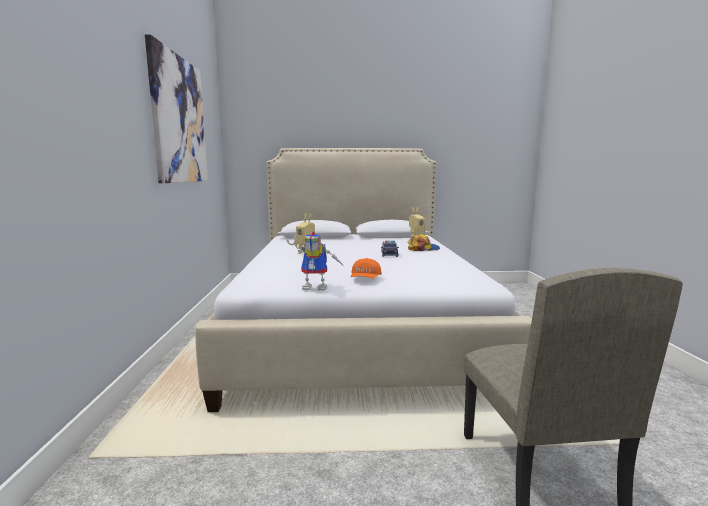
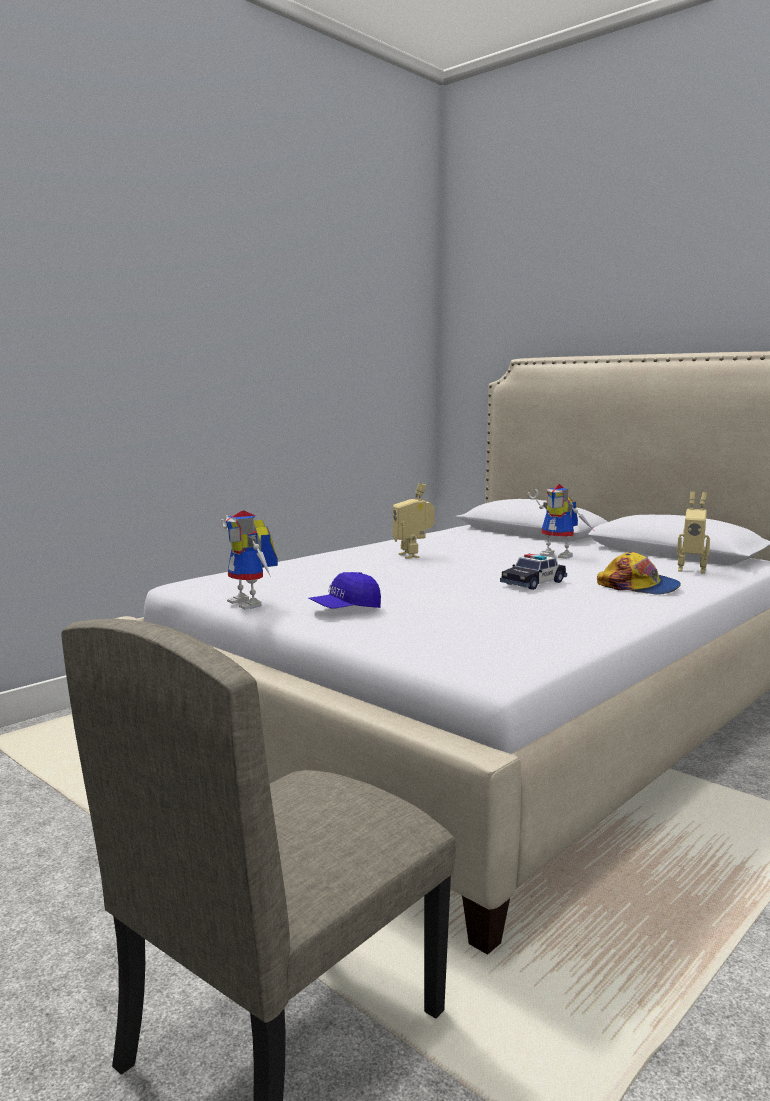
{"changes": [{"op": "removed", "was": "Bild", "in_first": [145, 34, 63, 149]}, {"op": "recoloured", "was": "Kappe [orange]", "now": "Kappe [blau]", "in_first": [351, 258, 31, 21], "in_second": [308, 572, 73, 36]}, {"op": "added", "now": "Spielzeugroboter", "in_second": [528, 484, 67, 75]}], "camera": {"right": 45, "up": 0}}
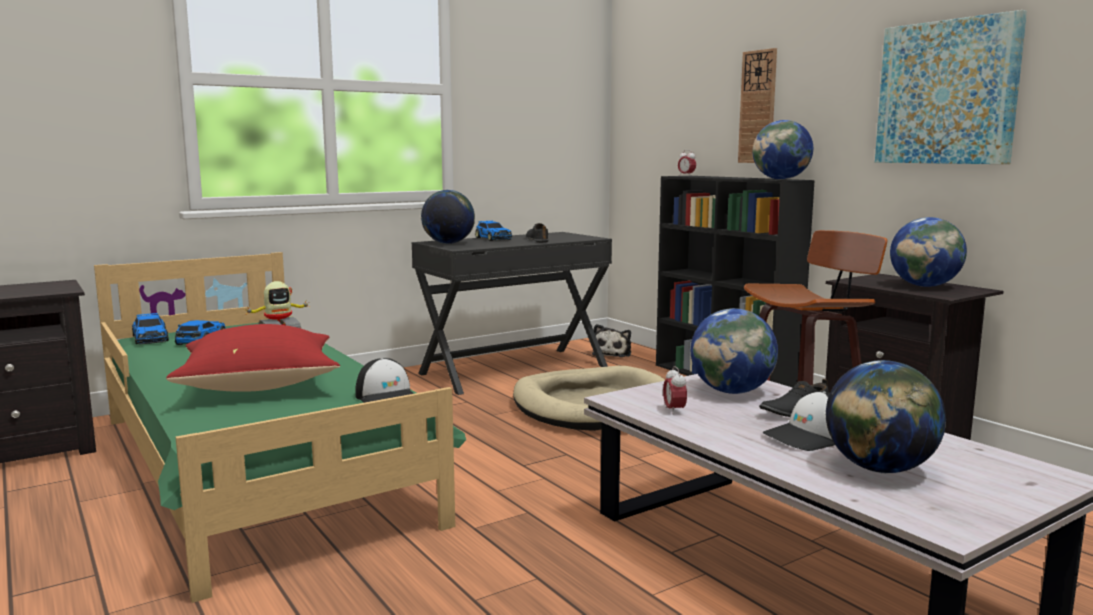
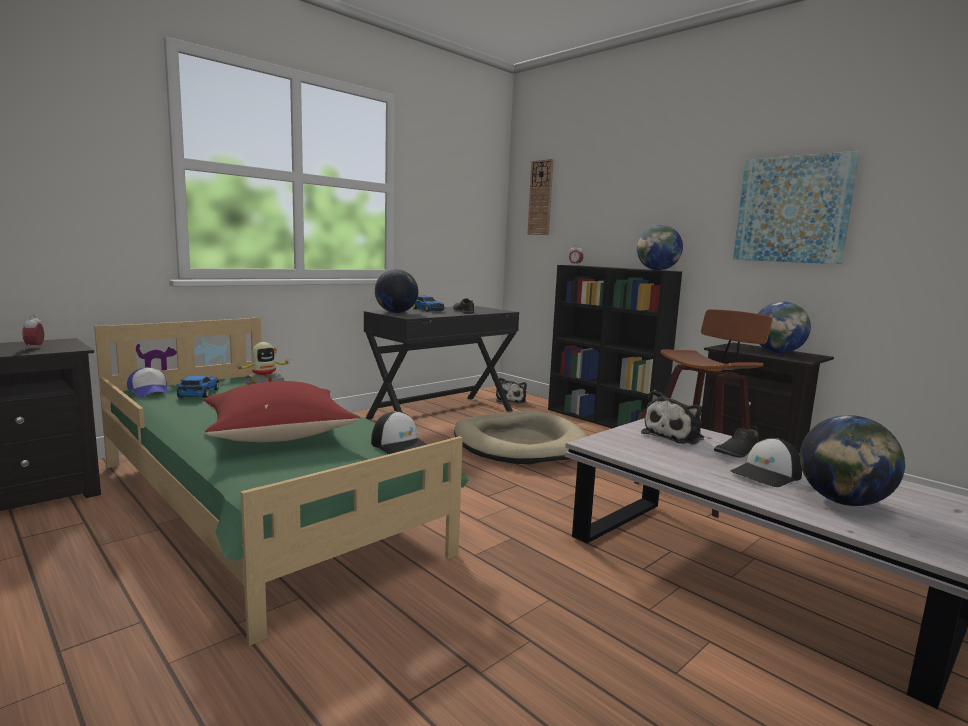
{"changes": [{"op": "moved", "was": "Wanduhr", "in_first": [738, 48, 39, 115], "in_second": [527, 159, 27, 76]}, {"op": "replaced", "was": "Globus", "now": "Plüschtier", "in_first": [691, 308, 87, 86], "in_second": [641, 390, 63, 55]}, {"op": "replaced", "was": "Spielzeugauto", "now": "Kappe", "in_first": [132, 313, 37, 31], "in_second": [127, 367, 41, 30]}, {"op": "moved", "was": "Wecker", "in_first": [663, 366, 24, 49], "in_second": [22, 315, 22, 34]}], "camera": {"right": -10, "up": 0}}
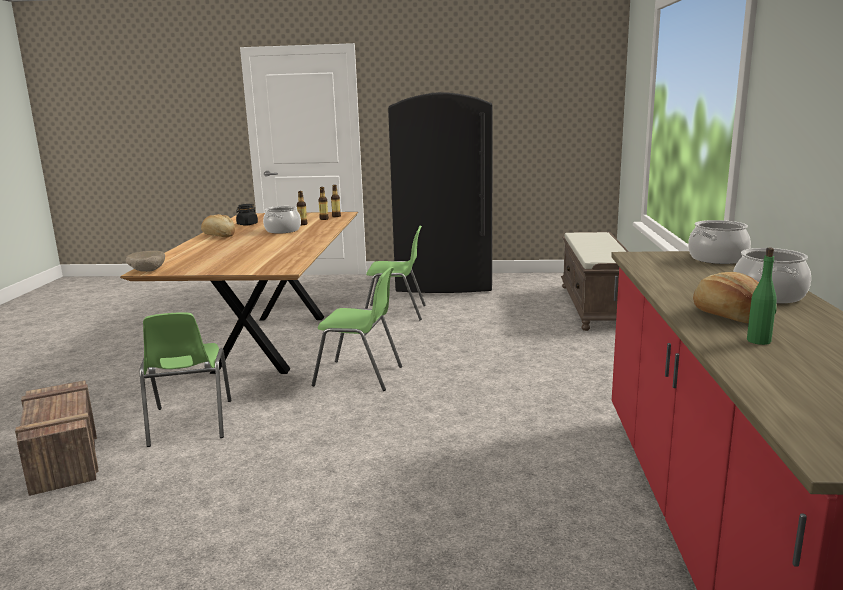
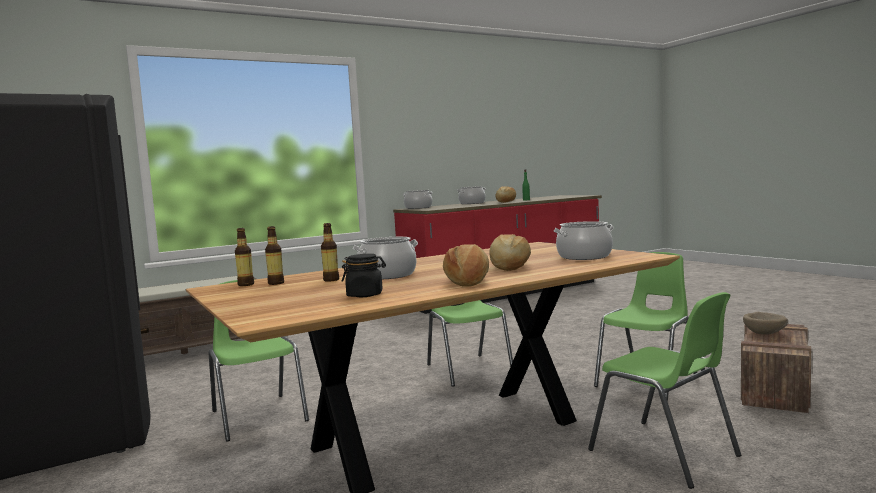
{"changes": [{"op": "moved", "was": "Schüssel [beige]", "in_first": [126, 251, 39, 21], "in_second": [743, 312, 45, 23]}, {"op": "added", "now": "Kochtopf", "in_second": [553, 221, 61, 39]}, {"op": "added", "now": "Brot", "in_second": [489, 234, 42, 37]}, {"op": "added", "now": "Stuhl [grün]", "in_second": [588, 292, 153, 197]}], "camera": {"right": -125, "up": -10}}
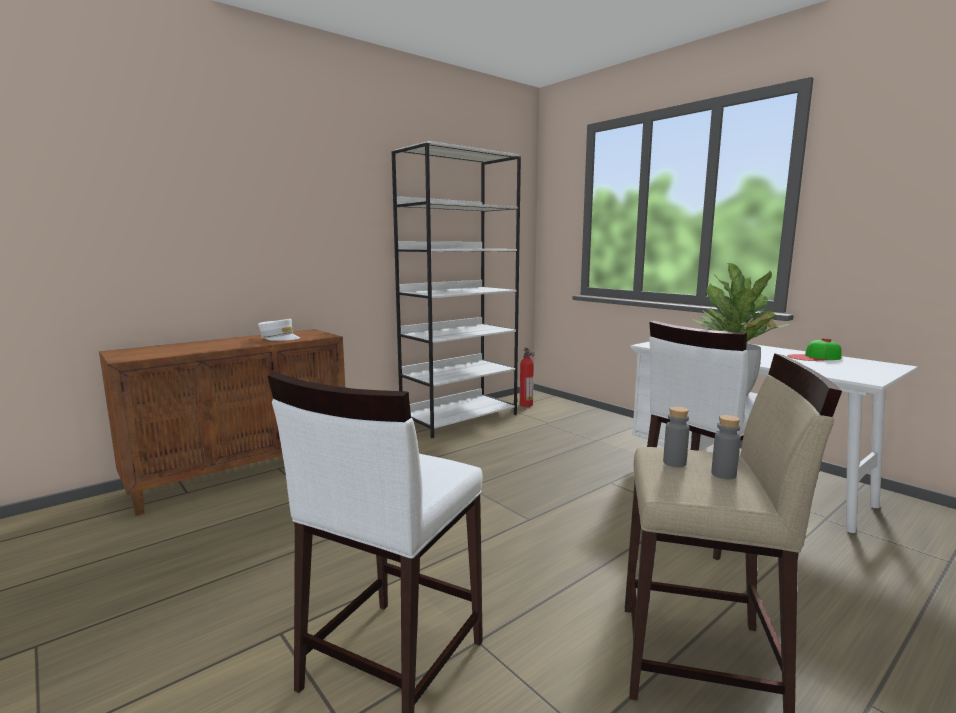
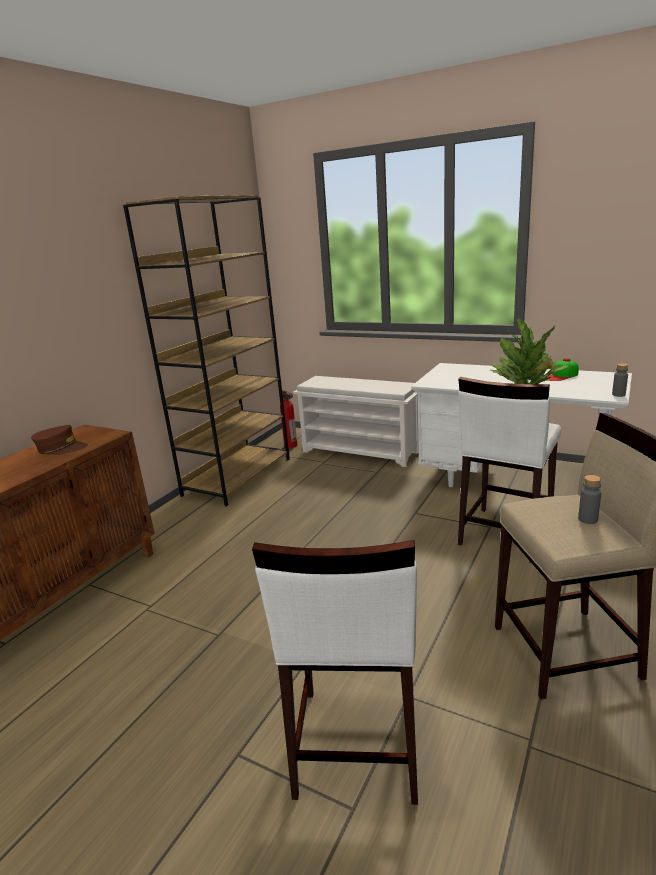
{"changes": [{"op": "recoloured", "was": "Bücherregal [weiß]", "now": "Bücherregal [braun]", "in_first": [392, 141, 129, 297], "in_second": [123, 195, 167, 311]}, {"op": "recoloured", "was": "Kappe [weiß]", "now": "Kappe [braun]", "in_first": [258, 319, 42, 22], "in_second": [31, 425, 57, 30]}, {"op": "moved", "was": "Flasche [grau]", "in_first": [663, 406, 26, 61], "in_second": [612, 363, 16, 34]}, {"op": "added", "now": "Schuhregal [weiß]", "in_second": [293, 376, 126, 91]}], "camera": {"right": -20, "up": 10}}
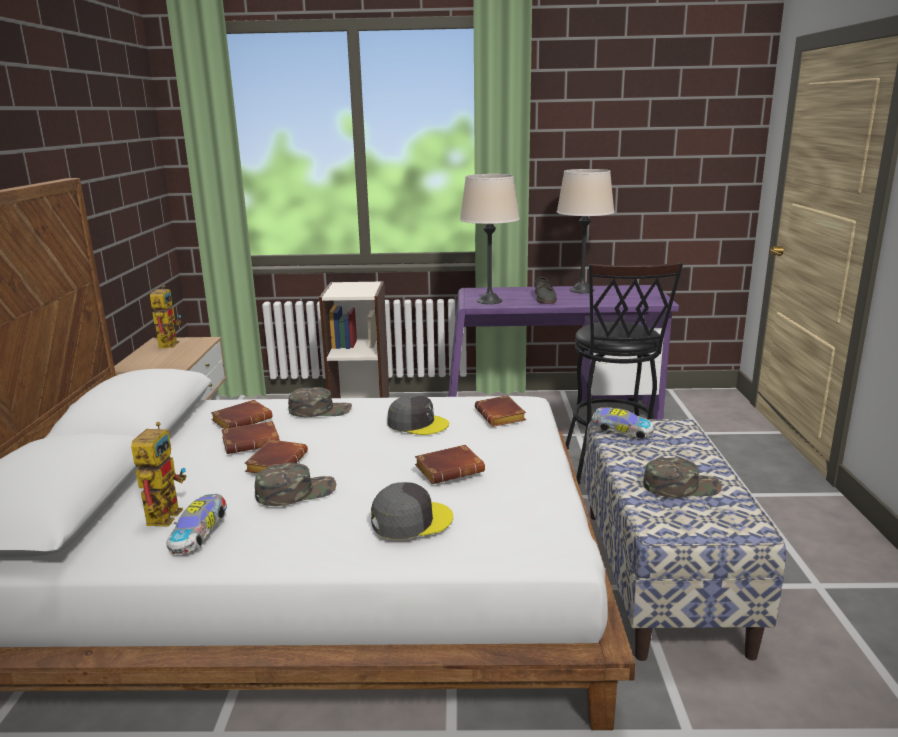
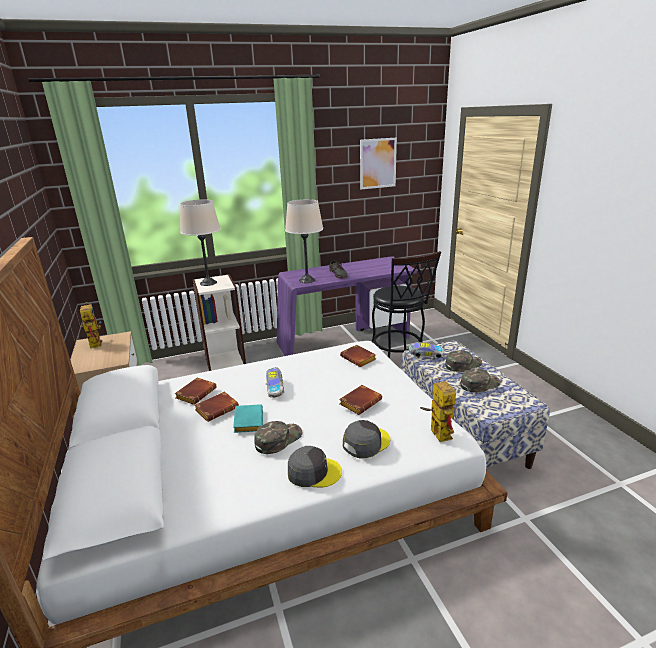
{"changes": [{"op": "moved", "was": "Tischlampe [beige]", "in_first": [557, 169, 58, 124], "in_second": [180, 200, 41, 86]}, {"op": "moved", "was": "Kappe [grün]", "in_first": [288, 387, 64, 30], "in_second": [445, 350, 37, 22]}, {"op": "moved", "was": "Kappe [grau]", "in_first": [388, 394, 61, 41], "in_second": [288, 446, 54, 41]}, {"op": "moved", "was": "Spielzeugroboter", "in_first": [131, 422, 56, 104], "in_second": [420, 377, 36, 65]}, {"op": "recoloured", "was": "Buch [braun]", "now": "Buch [türkis]", "in_first": [244, 439, 64, 35], "in_second": [233, 404, 30, 29]}, {"op": "moved", "was": "Spielzeugauto", "in_first": [166, 494, 61, 60], "in_second": [266, 367, 18, 31]}, {"op": "added", "now": "Bild", "in_second": [360, 138, 37, 51]}], "camera": {"right": -20, "up": 5}}
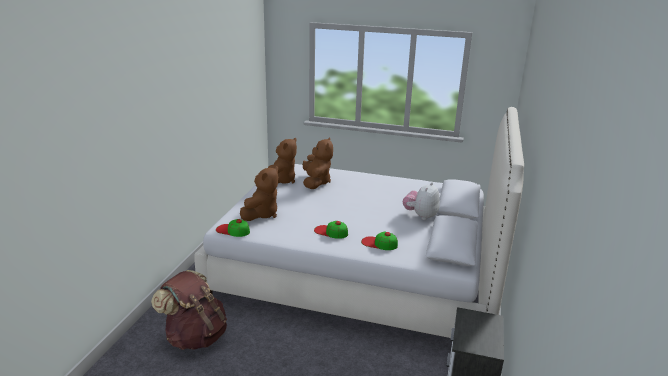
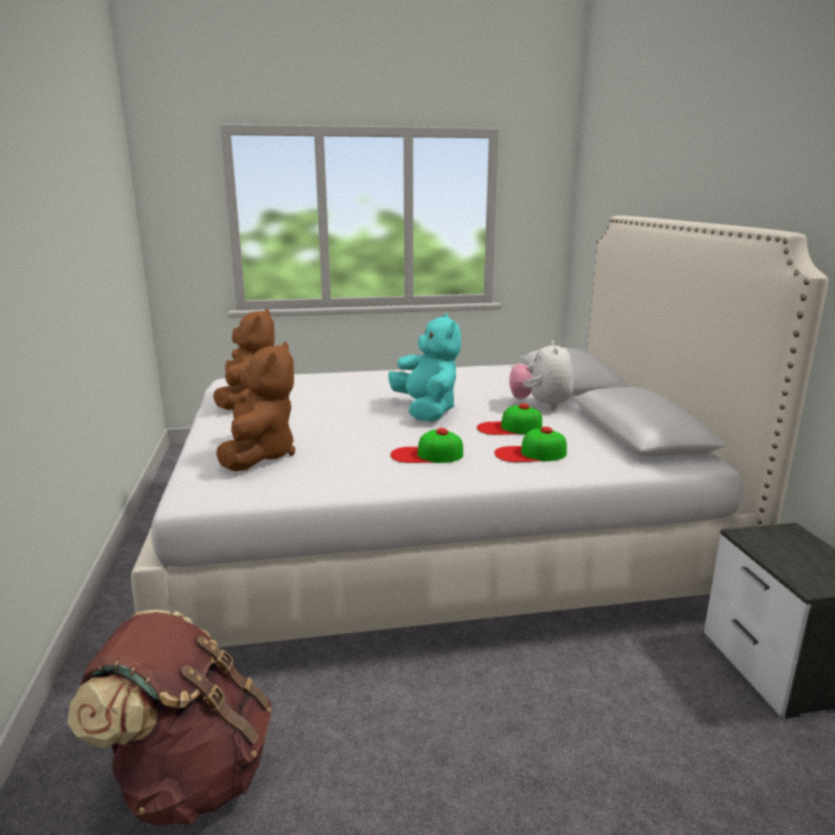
{"changes": [{"op": "removed", "was": "Plüschtier [braun]", "in_first": [303, 137, 30, 52]}, {"op": "moved", "was": "Kappe", "in_first": [216, 219, 34, 18], "in_second": [477, 403, 65, 32]}, {"op": "added", "now": "Plüschtier [türkis]", "in_second": [388, 313, 73, 109]}], "camera": {"right": -25, "up": -5}}
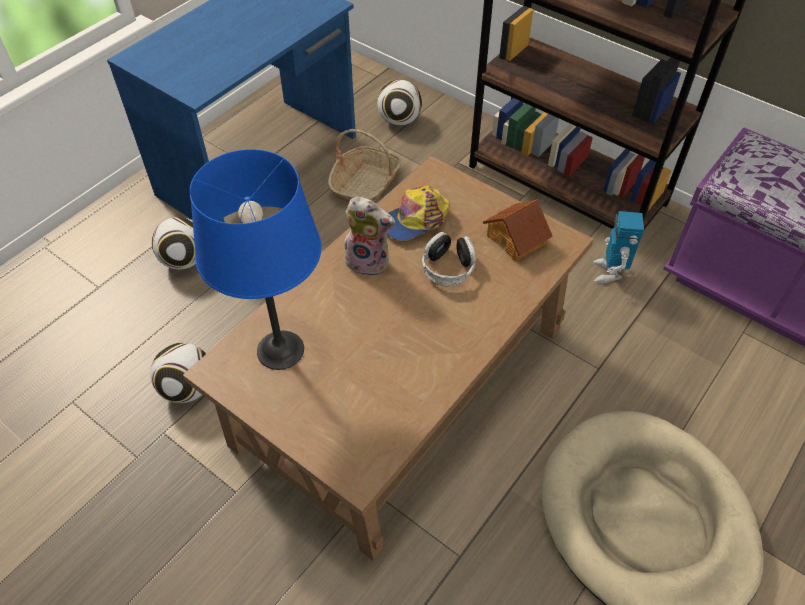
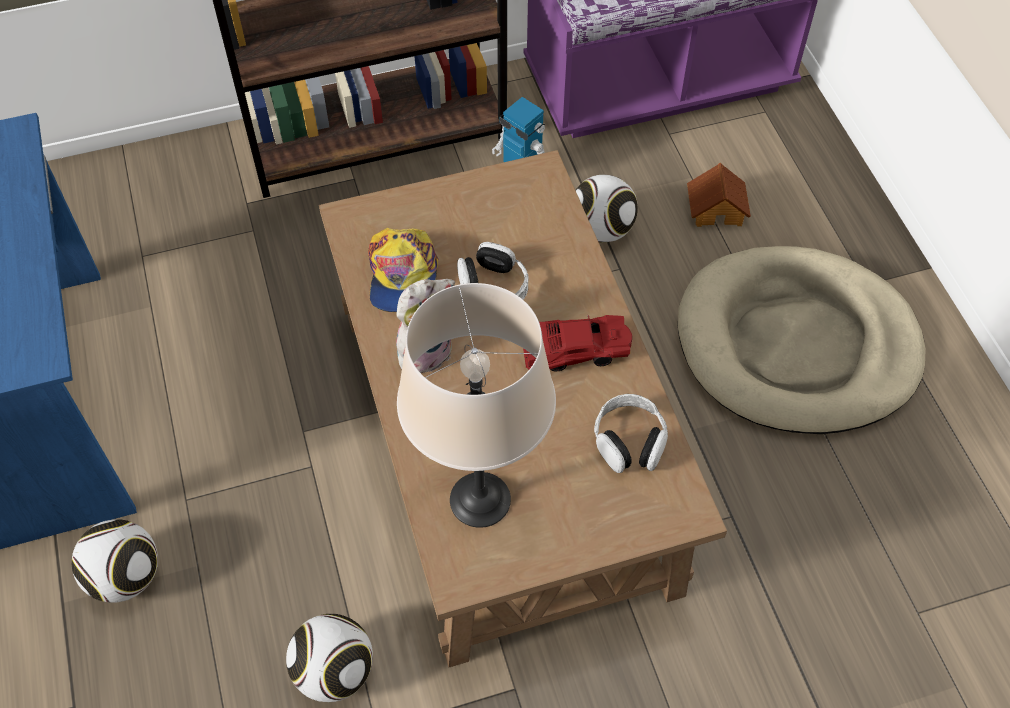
{"changes": [{"op": "moved", "was": "Fußball", "in_first": [377, 80, 45, 46], "in_second": [576, 175, 62, 68]}, {"op": "removed", "was": "Korb", "in_first": [328, 129, 73, 74]}, {"op": "recoloured", "was": "Tischlampe [blau]", "now": "Tischlampe [beige]", "in_first": [190, 149, 132, 221], "in_second": [397, 283, 159, 245]}, {"op": "moved", "was": "Spielzeughaus", "in_first": [483, 199, 70, 63], "in_second": [687, 163, 64, 64]}, {"op": "added", "now": "Spielzeugauto [rot]", "in_second": [523, 314, 109, 57]}, {"op": "added", "now": "Kopfhörer", "in_second": [594, 394, 74, 79]}], "camera": {"right": -55, "up": 5}}
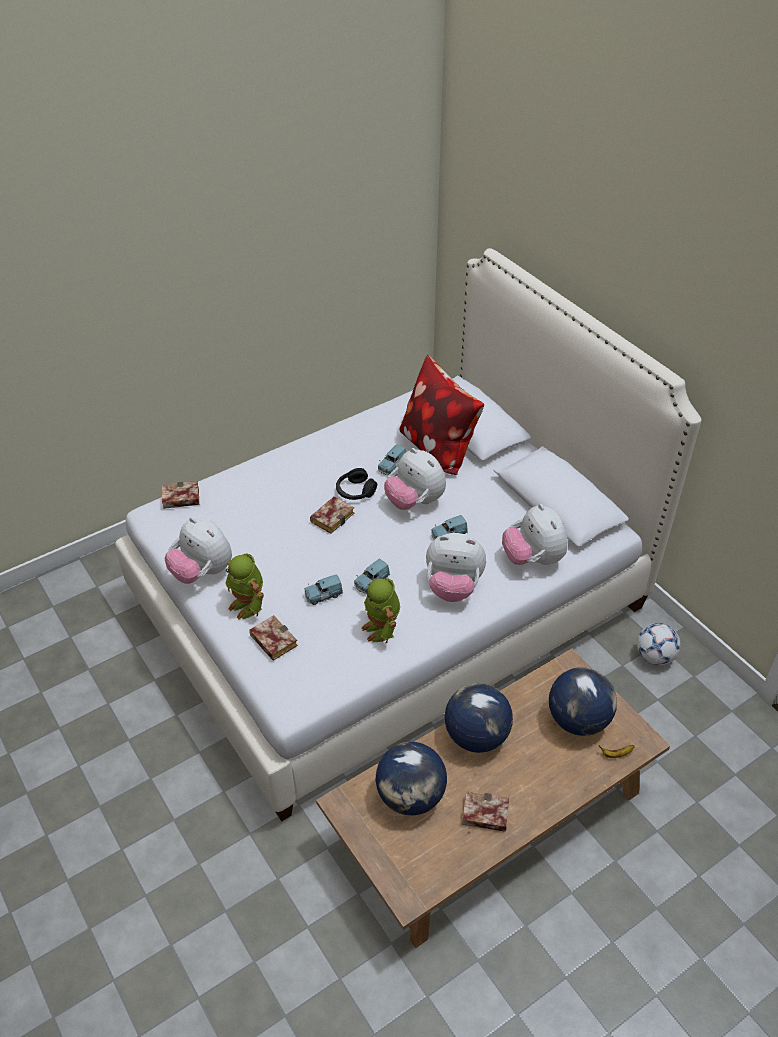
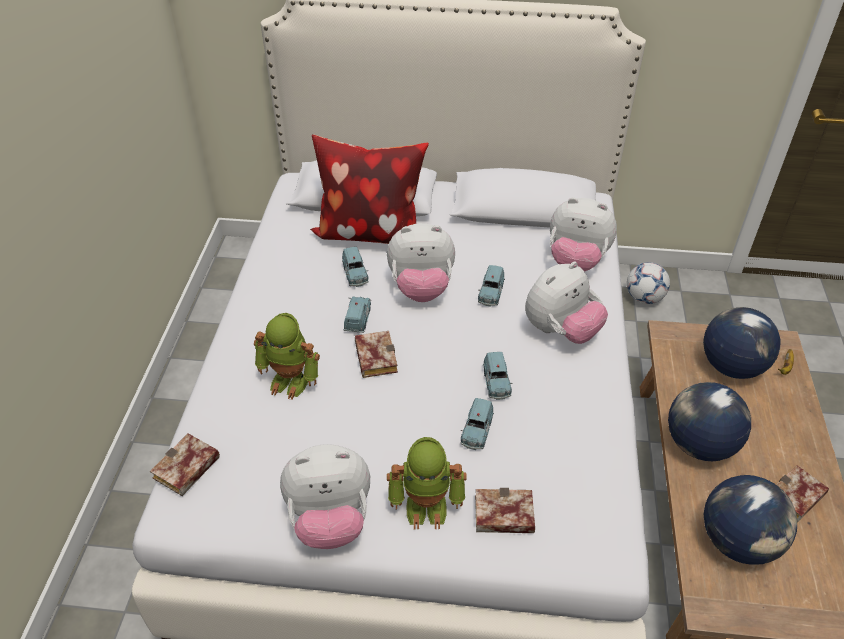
{"changes": [{"op": "replaced", "was": "Kopfhörer [schwarz]", "now": "Spielzeugauto [blau]", "in_first": [336, 468, 41, 32], "in_second": [343, 296, 28, 37]}, {"op": "moved", "was": "Spielzeugroboter", "in_first": [361, 578, 39, 65], "in_second": [254, 313, 66, 87]}], "camera": {"right": -50, "up": 0}}
